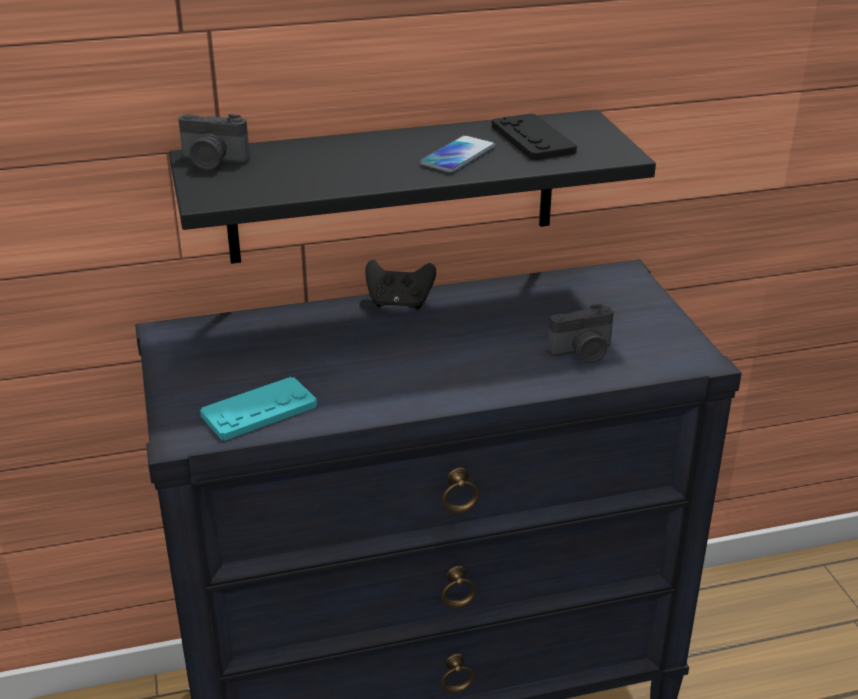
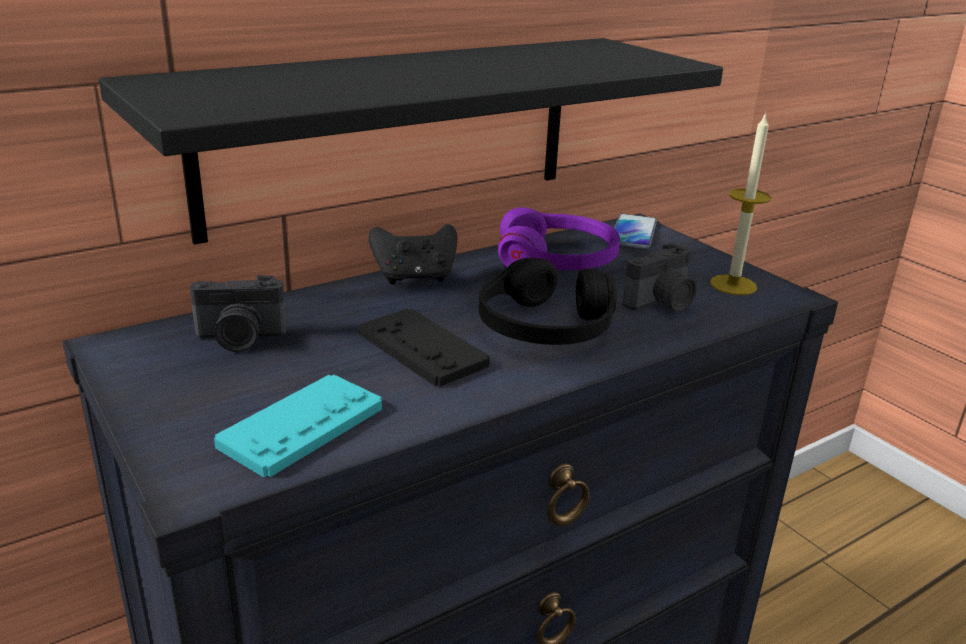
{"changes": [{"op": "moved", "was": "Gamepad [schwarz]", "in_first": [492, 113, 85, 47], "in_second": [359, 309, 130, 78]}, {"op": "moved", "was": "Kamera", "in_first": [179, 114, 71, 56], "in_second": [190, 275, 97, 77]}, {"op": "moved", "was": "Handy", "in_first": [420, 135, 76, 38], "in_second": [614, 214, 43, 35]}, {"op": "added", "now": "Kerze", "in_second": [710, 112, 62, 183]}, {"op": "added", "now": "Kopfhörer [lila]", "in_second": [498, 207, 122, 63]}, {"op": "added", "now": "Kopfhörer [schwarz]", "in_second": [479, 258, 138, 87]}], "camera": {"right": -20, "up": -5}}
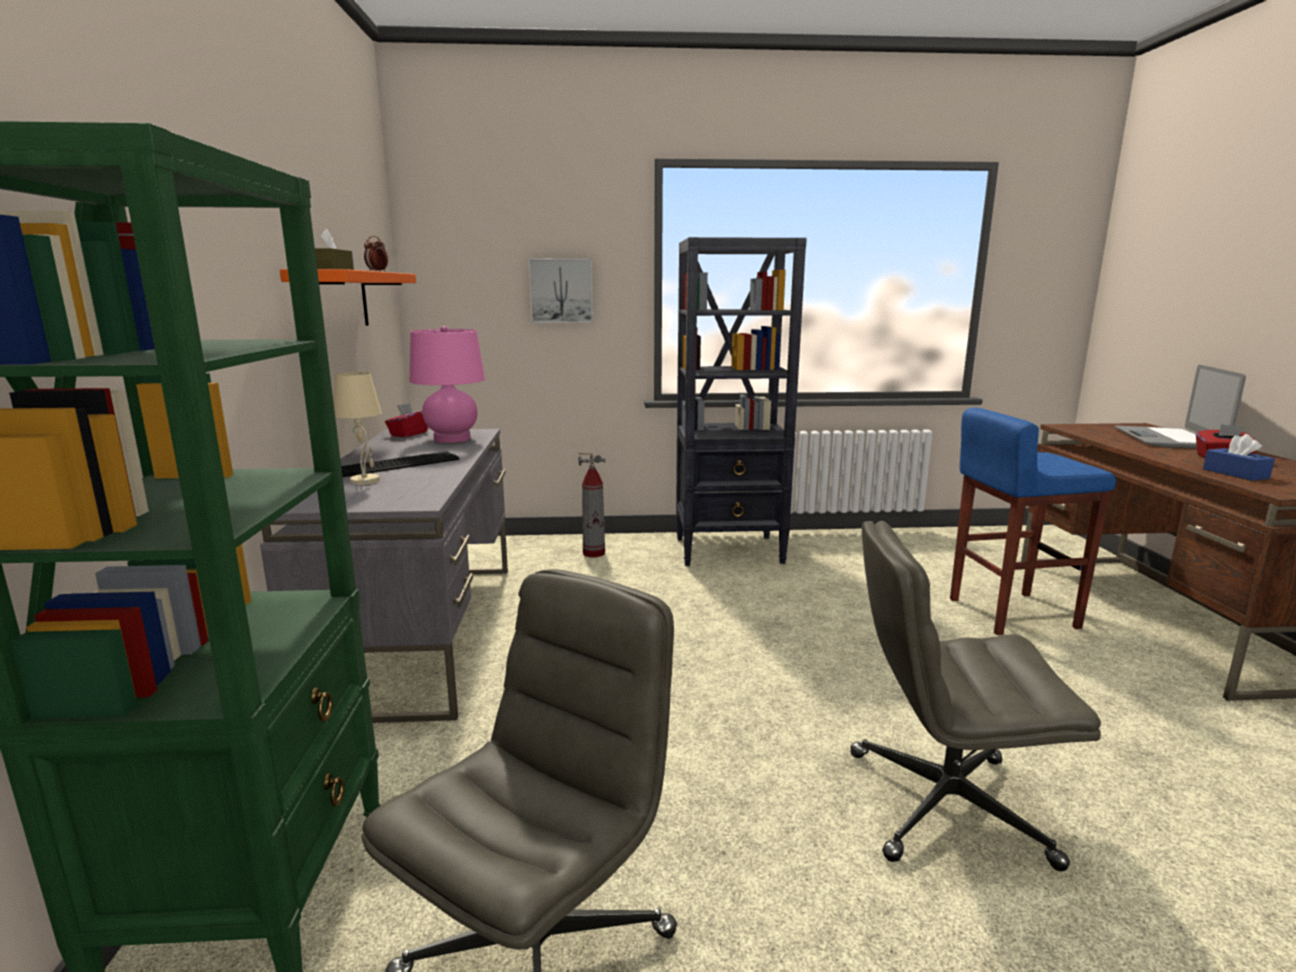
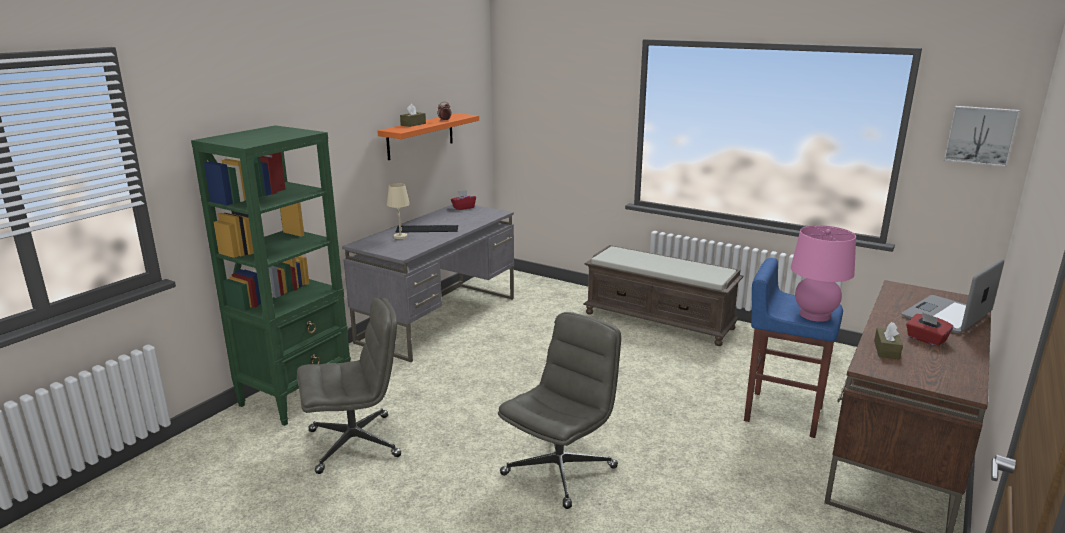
{"changes": [{"op": "replaced", "was": "Bücherregal [schwarz]", "now": "Bank [braun]", "in_first": [676, 237, 131, 329], "in_second": [584, 245, 160, 101]}, {"op": "moved", "was": "Bild", "in_first": [529, 259, 64, 64], "in_second": [944, 106, 76, 61]}, {"op": "moved", "was": "Tischlampe [rosa]", "in_first": [410, 326, 75, 117], "in_second": [791, 225, 65, 97]}, {"op": "recoloured", "was": "Taschentuchbox [blau]", "now": "Taschentuchbox [braun]", "in_first": [1203, 434, 72, 47], "in_second": [874, 322, 29, 37]}, {"op": "removed", "was": "Feuerlöscher", "in_first": [579, 453, 26, 104]}, {"op": "turned", "was": "Bürostuhl [grau]", "in_first": [851, 521, 250, 350], "in_second": [498, 312, 123, 197], "clockwise": 90}], "camera": {"right": 35, "up": 5}}
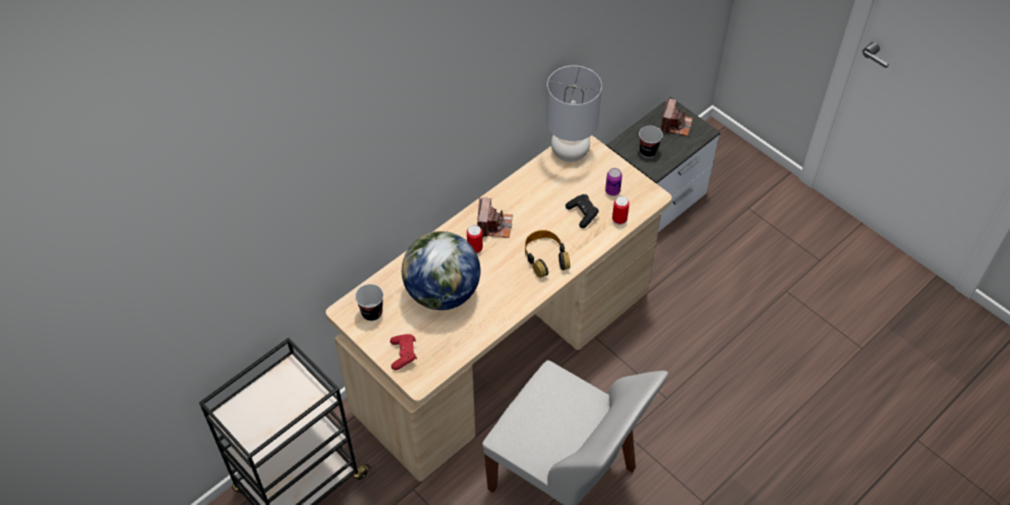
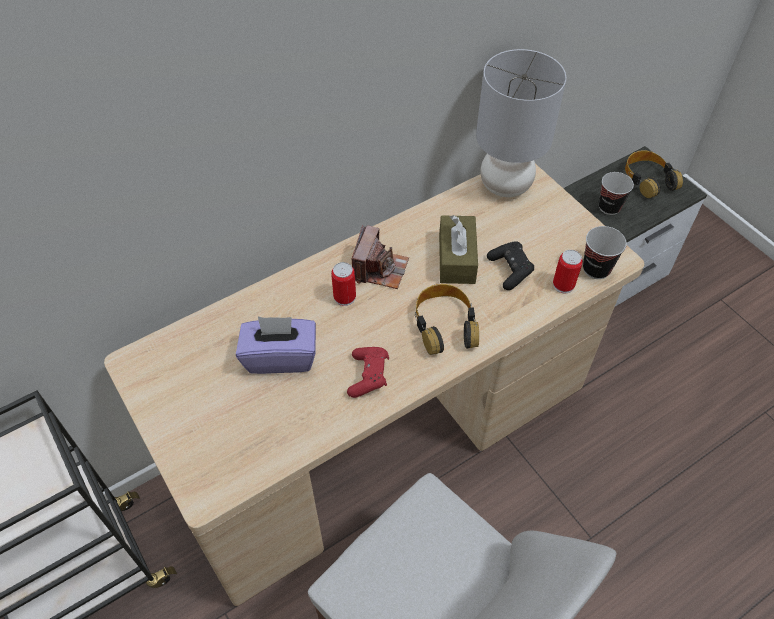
{"changes": [{"op": "replaced", "was": "Kamera", "now": "Kopfhörer", "in_first": [661, 98, 32, 38], "in_second": [625, 150, 58, 48]}, {"op": "removed", "was": "Dose", "in_first": [605, 168, 17, 28]}, {"op": "replaced", "was": "Globus", "now": "Taschentuchbox [lila]", "in_first": [402, 231, 78, 79], "in_second": [236, 317, 80, 57]}, {"op": "moved", "was": "Tasse", "in_first": [355, 284, 29, 37], "in_second": [583, 226, 44, 53]}, {"op": "moved", "was": "Gamepad [rot]", "in_first": [390, 334, 27, 36], "in_second": [347, 347, 42, 51]}, {"op": "added", "now": "Taschentuchbox [braun]", "in_second": [439, 215, 39, 69]}], "camera": {"right": 10, "up": 0}}
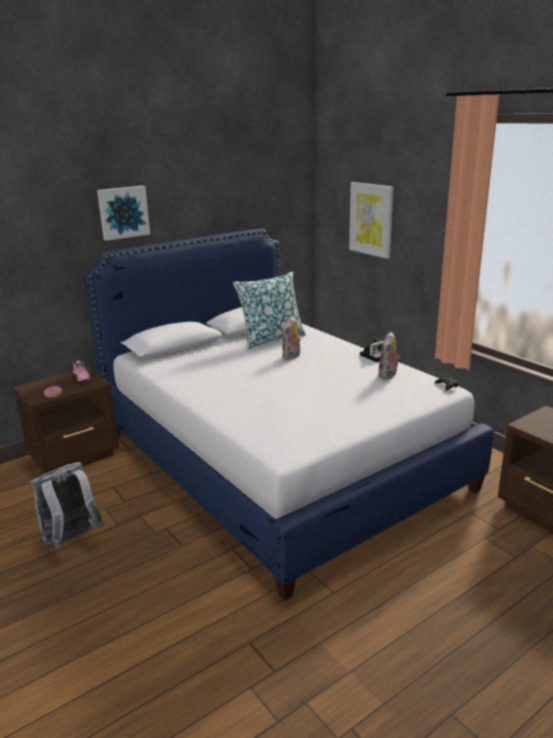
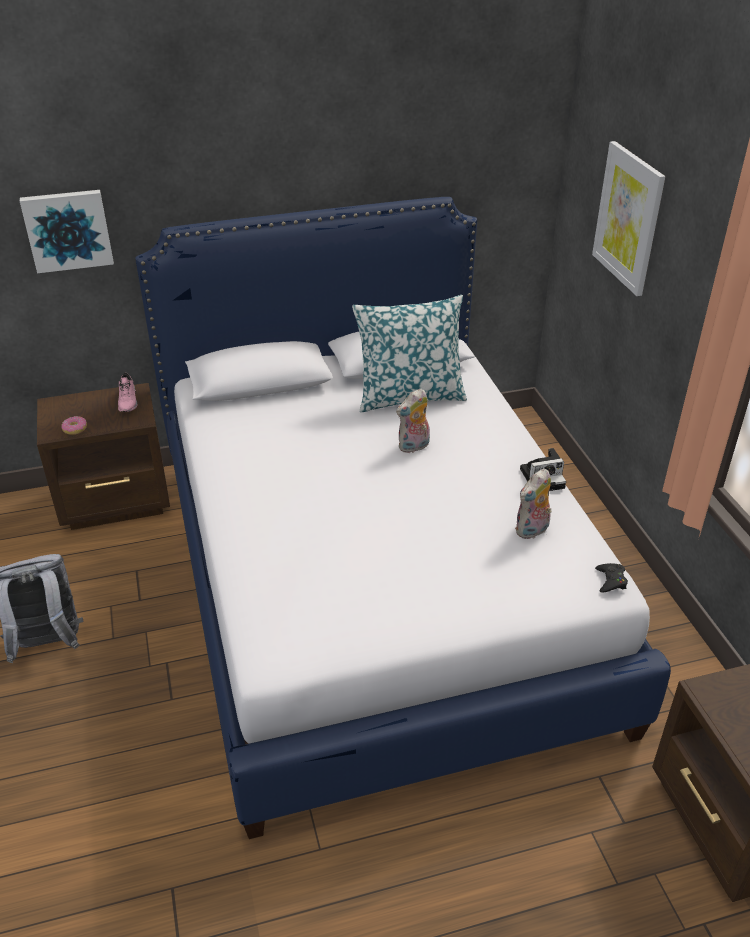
{"changes": [{"op": "moved", "was": "Bild", "in_first": [97, 186, 53, 55], "in_second": [20, 190, 94, 83]}], "camera": {"right": 20, "up": 15}}
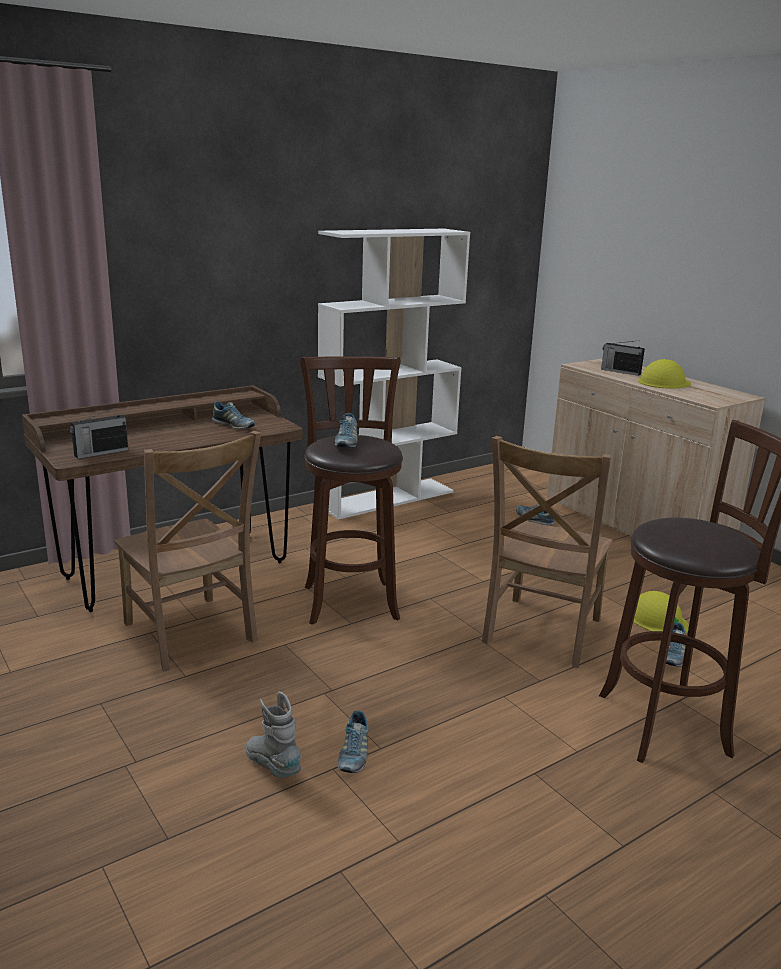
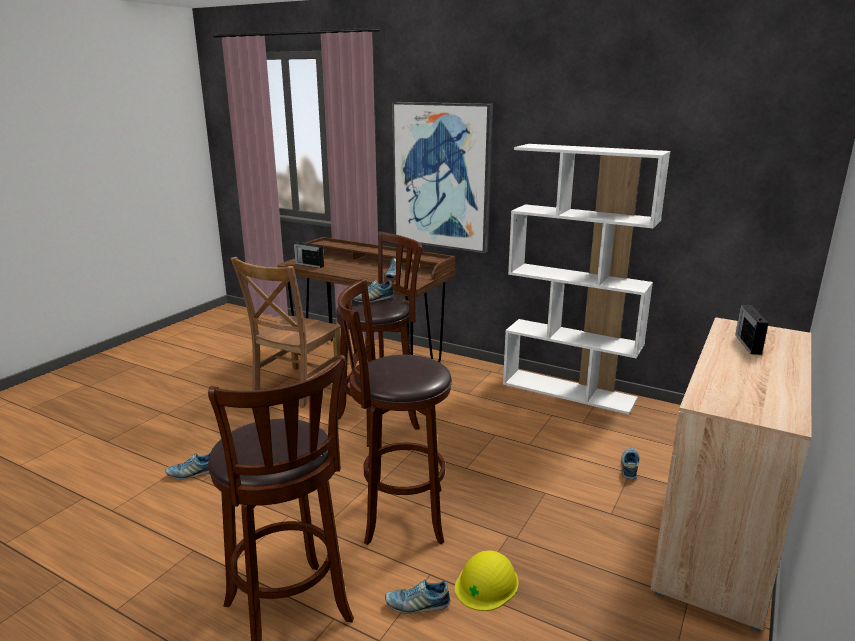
{"changes": [{"op": "removed", "was": "Schutzhelm [gelb]", "in_first": [638, 359, 53, 30]}, {"op": "replaced", "was": "Stuhl [braun]", "now": "Hocker [braun]", "in_first": [482, 436, 131, 232], "in_second": [338, 279, 114, 266]}, {"op": "removed", "was": "Stiefel [grau]", "in_first": [246, 692, 56, 86]}, {"op": "added", "now": "Bild", "in_second": [392, 102, 101, 151]}], "camera": {"right": 65, "up": 0}}
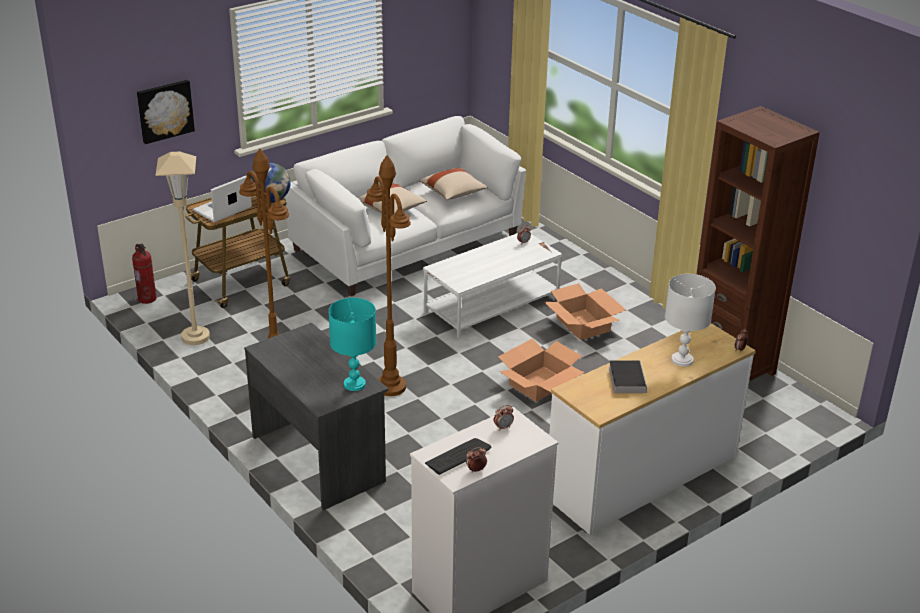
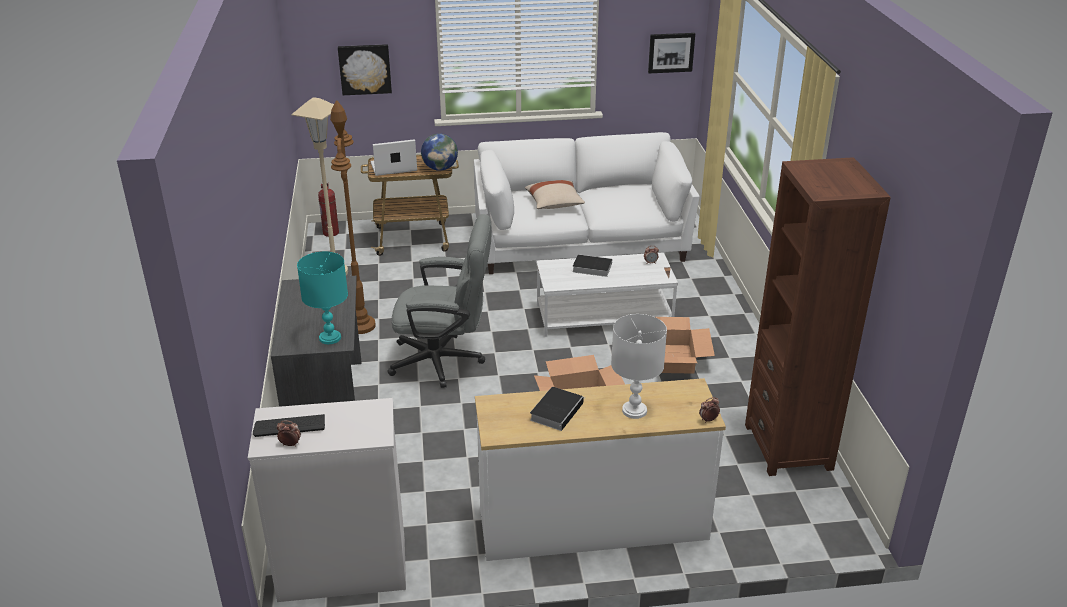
{"changes": [{"op": "replaced", "was": "Stehlampe [braun]", "now": "Bürostuhl [grau]", "in_first": [366, 155, 45, 241], "in_second": [387, 214, 104, 174]}, {"op": "removed", "was": "Kissen [beige]", "in_first": [420, 168, 68, 32]}, {"op": "removed", "was": "Wecker", "in_first": [493, 405, 21, 26]}, {"op": "added", "now": "Bild", "in_second": [648, 33, 47, 40]}, {"op": "added", "now": "Buch", "in_second": [571, 254, 41, 23]}], "camera": {"right": 30, "up": 0}}
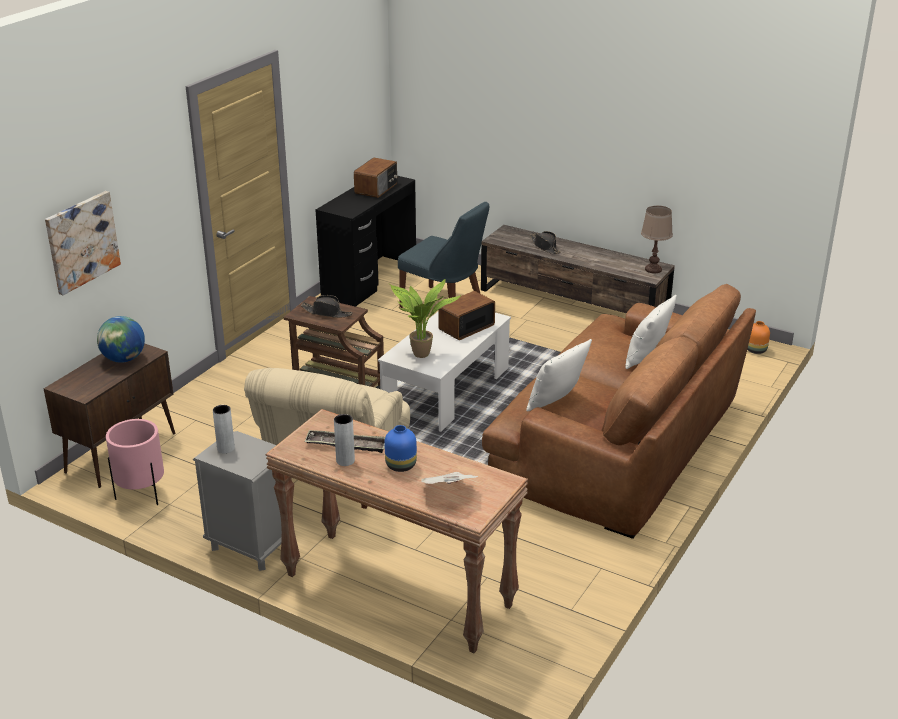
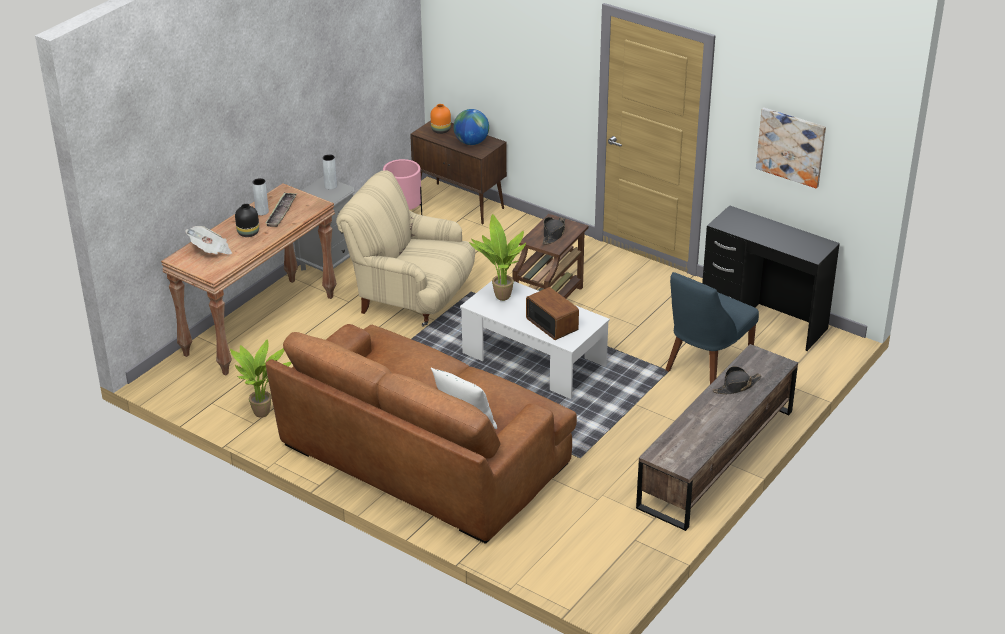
{"changes": [{"op": "removed", "was": "Radio", "in_first": [354, 157, 43, 41]}, {"op": "moved", "was": "Bild", "in_first": [45, 191, 76, 104], "in_second": [756, 108, 70, 81]}, {"op": "removed", "was": "Tischlampe [braun]", "in_first": [641, 206, 32, 67]}, {"op": "moved", "was": "Vase [orange]", "in_first": [747, 321, 23, 33], "in_second": [431, 104, 20, 30]}, {"op": "removed", "was": "Kissen [weiß]", "in_first": [526, 339, 66, 73]}, {"op": "recoloured", "was": "Vase [blau]", "now": "Vase [schwarz]", "in_first": [384, 425, 33, 47], "in_second": [235, 204, 24, 33]}, {"op": "added", "now": "Topfpflanze", "in_second": [230, 340, 62, 78]}], "camera": {"right": 95, "up": 5}}
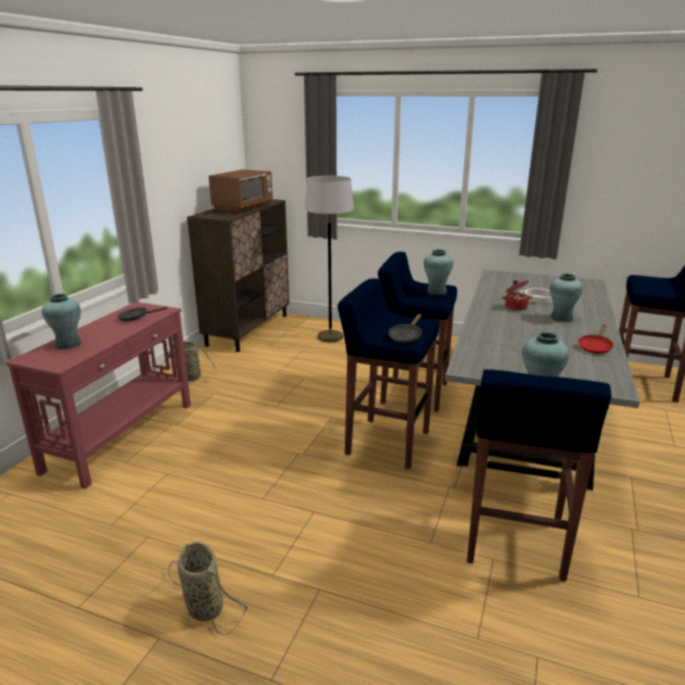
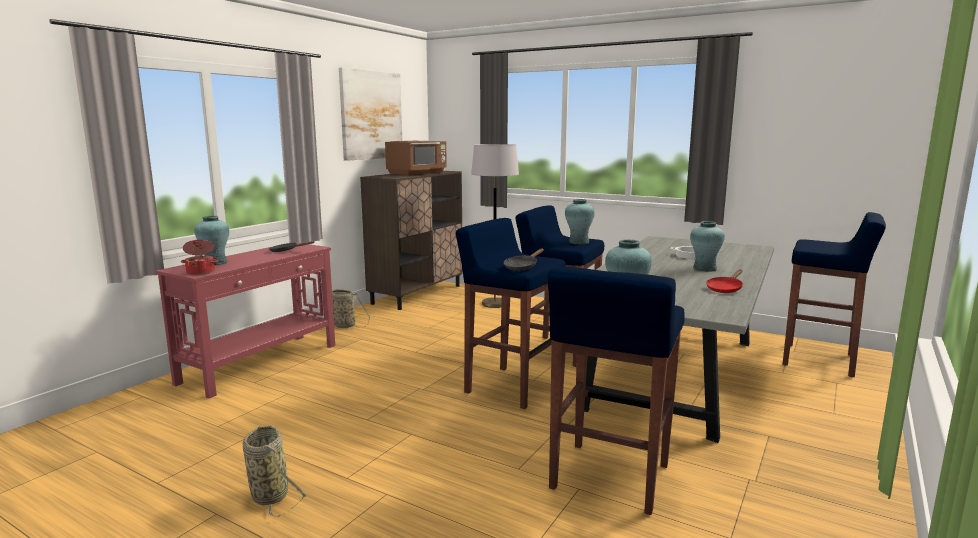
{"changes": [{"op": "moved", "was": "Kochtopf", "in_first": [502, 280, 31, 31], "in_second": [181, 240, 38, 35]}, {"op": "added", "now": "Bild", "in_second": [339, 67, 63, 94]}], "camera": {"right": 10, "up": -10}}
